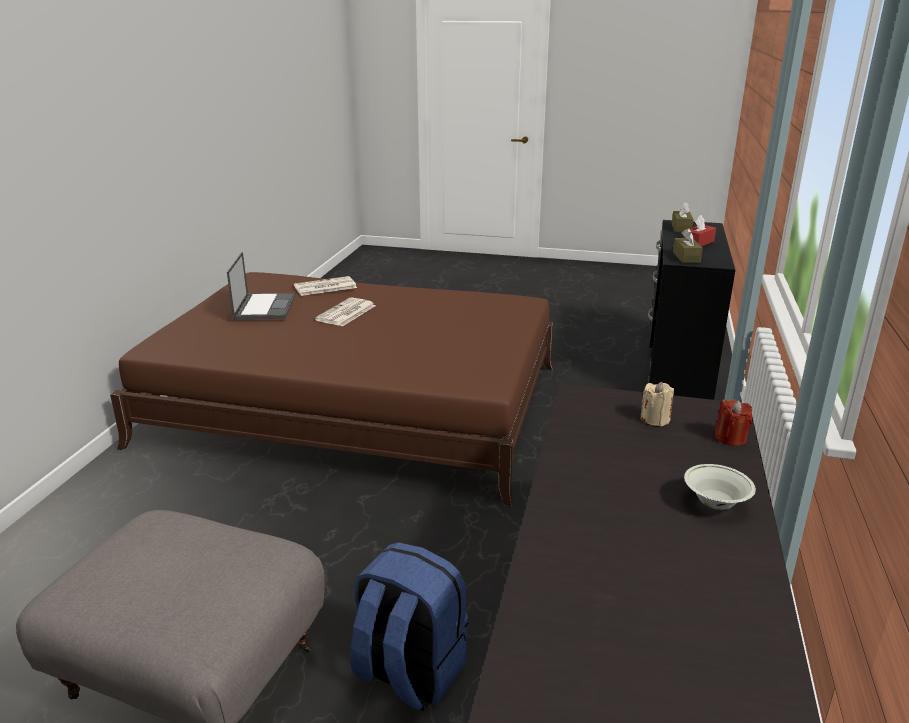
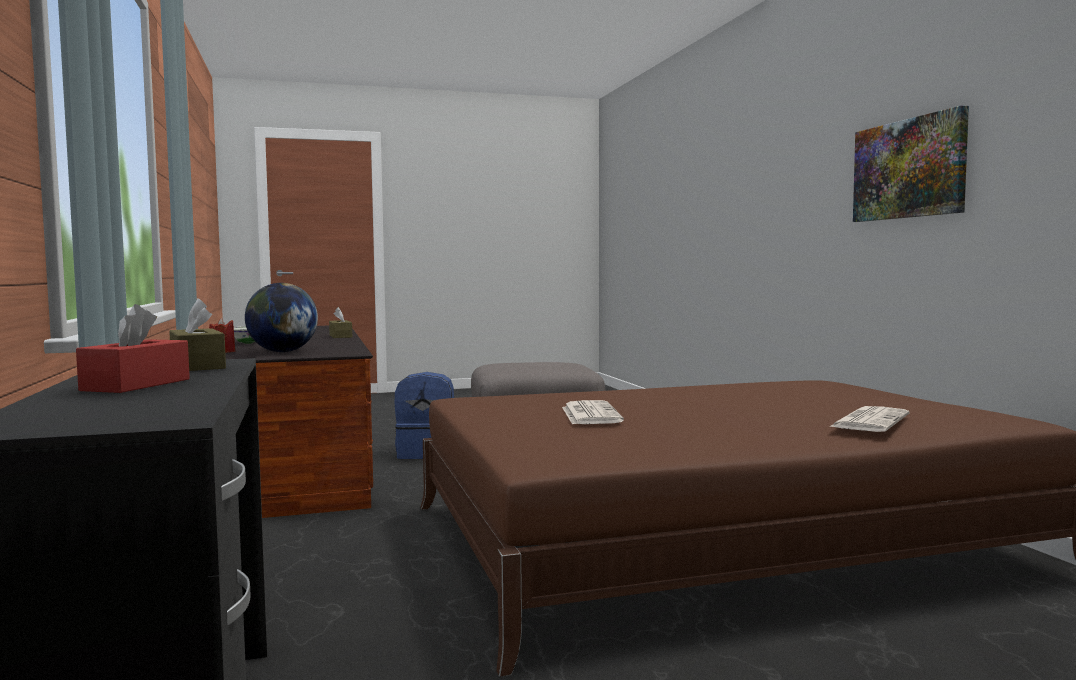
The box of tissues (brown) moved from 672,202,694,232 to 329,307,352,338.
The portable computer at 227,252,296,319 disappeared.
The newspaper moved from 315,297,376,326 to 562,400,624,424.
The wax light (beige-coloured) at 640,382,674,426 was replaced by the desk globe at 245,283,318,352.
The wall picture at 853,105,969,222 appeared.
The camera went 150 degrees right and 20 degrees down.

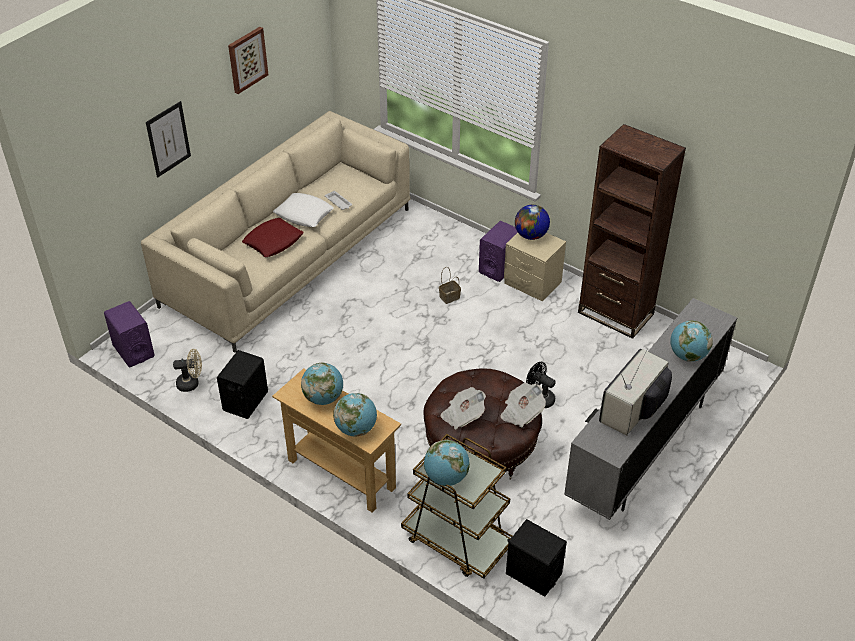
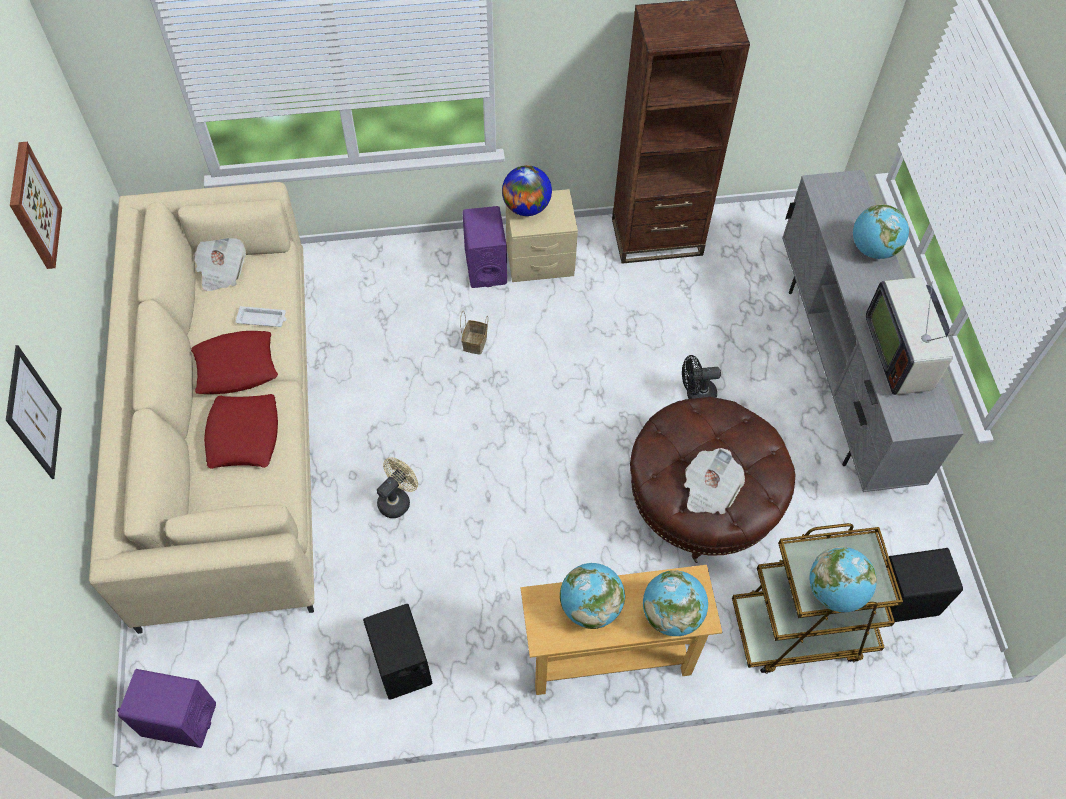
The throw pillow (whitish) at 273,193,334,227 became the throw pillow (red-coloured) at 191,331,278,394.
The electric fan (beige-coloured) moved from 173,349,202,392 to 377,457,418,518.
The newspaper moved from 500,383,546,427 to 194,238,246,291.
The camera went 45 degrees left and 15 degrees up.

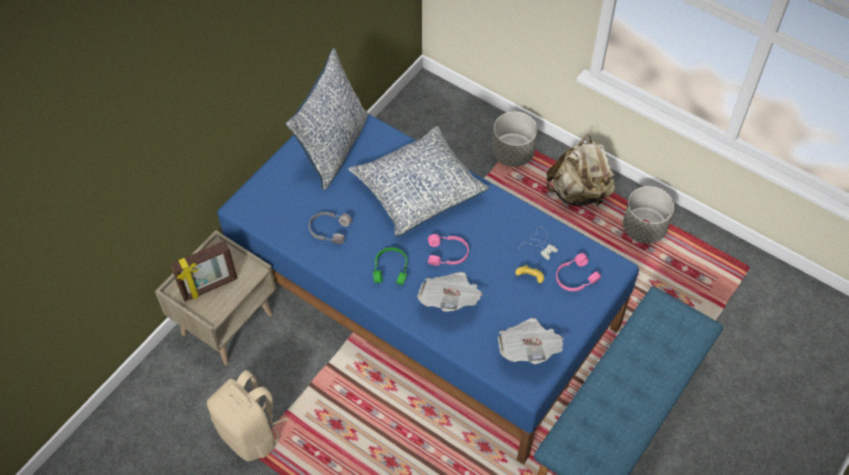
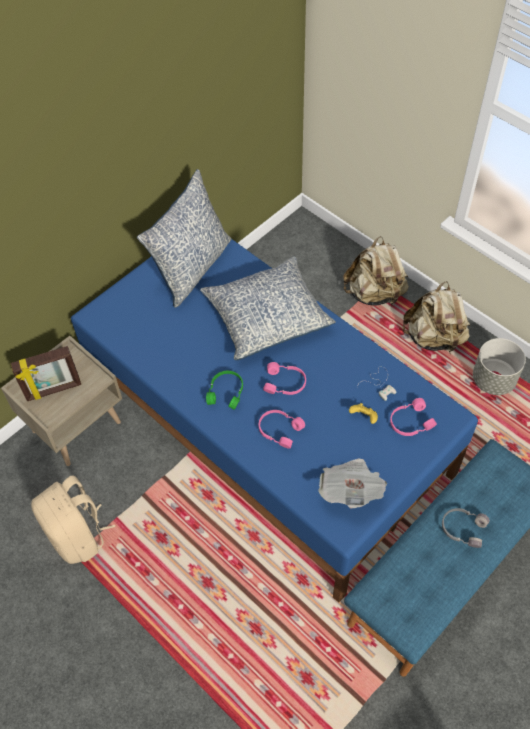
The planter (gray) at 492,112,537,167 was replaced by the backpack (beige-coloured) at 343,236,409,306.
The headphones (gray) moved from 309,212,352,244 to 442,508,490,548.
The newspaper at 417,272,483,312 was replaced by the headphones (pinkish) at 259,410,305,449.
The camera went 10 degrees right and 0 degrees up.

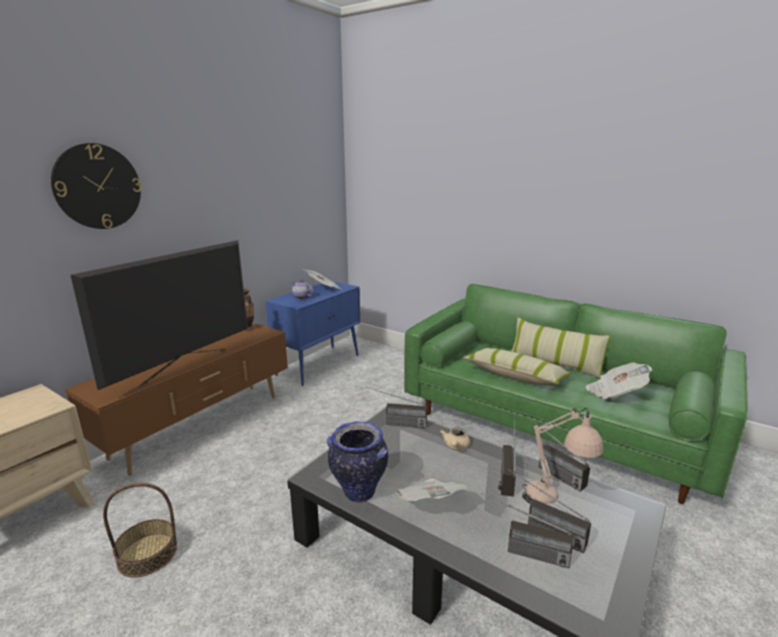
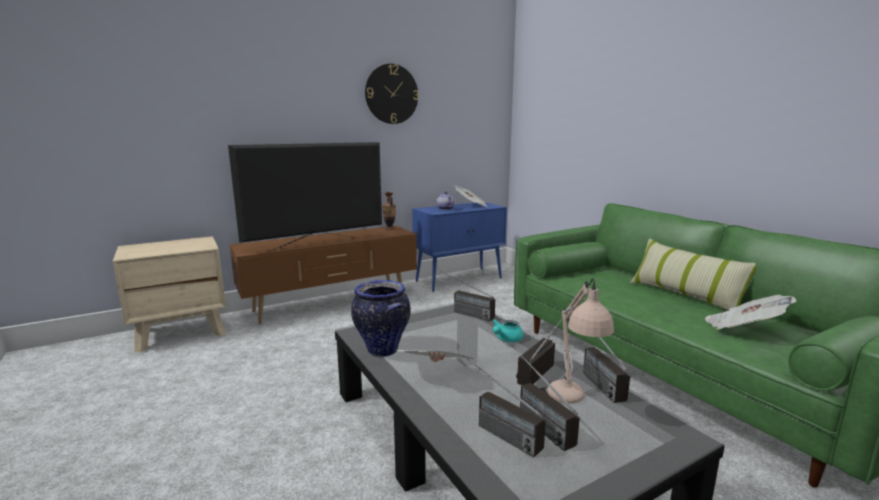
The clock on the wall moved from 51,143,141,229 to 365,64,419,124.
The throw pillow at 463,348,571,386 disappeared.
The tea pot (beige-coloured) at 440,427,470,450 became the tea pot (turquoise-coloured) at 493,319,524,342.
The household basket at 103,483,177,577 disappeared.
The camera went 25 degrees right and 5 degrees down.

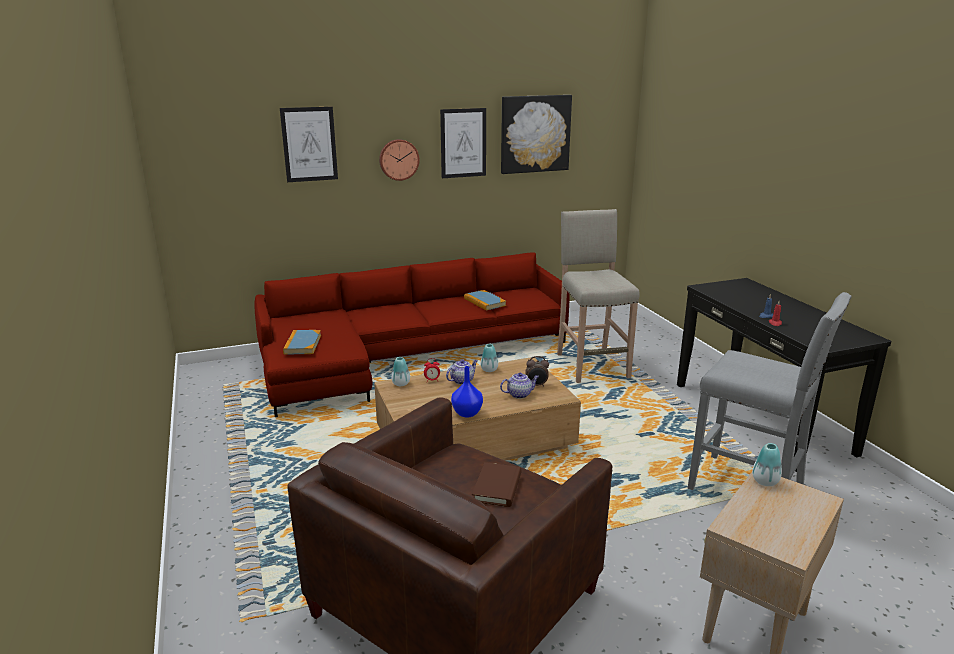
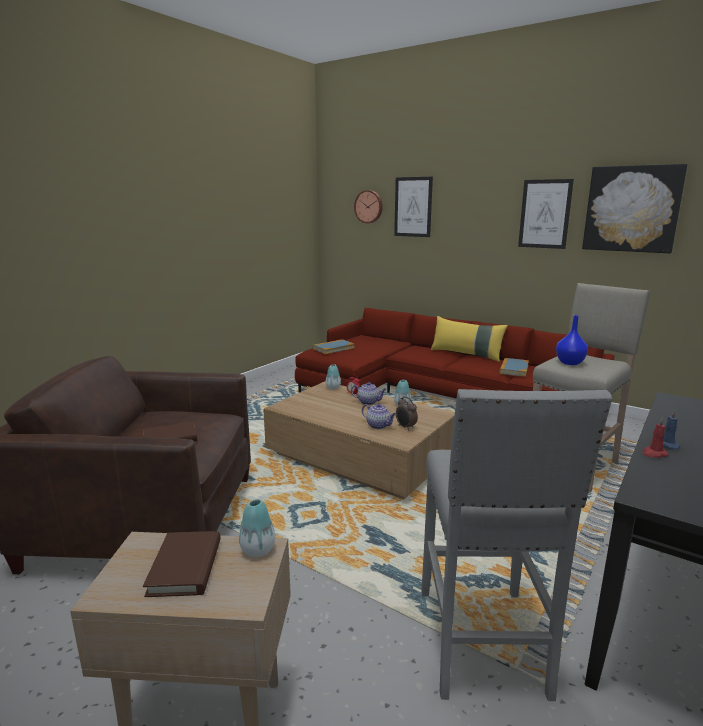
The clock on the wall moved from 379,139,419,181 to 354,190,383,223.
The flower vase (blue-coloured) moved from 451,366,483,417 to 556,315,588,365.
The throw pillow (yellow-coloured) at 431,316,508,362 appeared.
The volume (brown) at 143,531,221,597 appeared.
The camera went 55 degrees right and 5 degrees down.

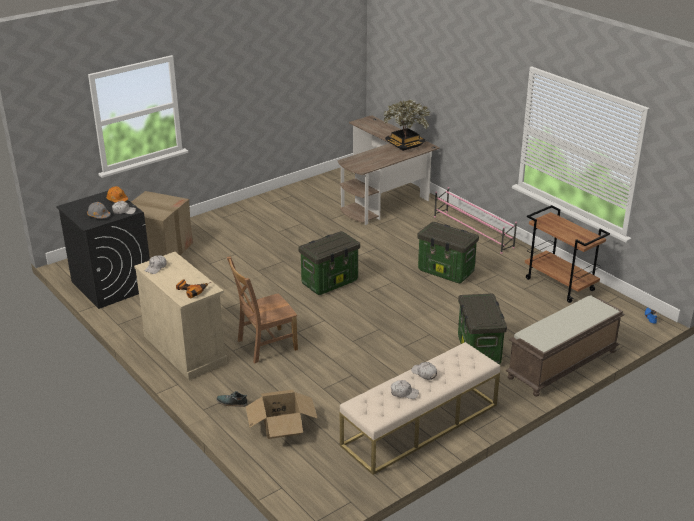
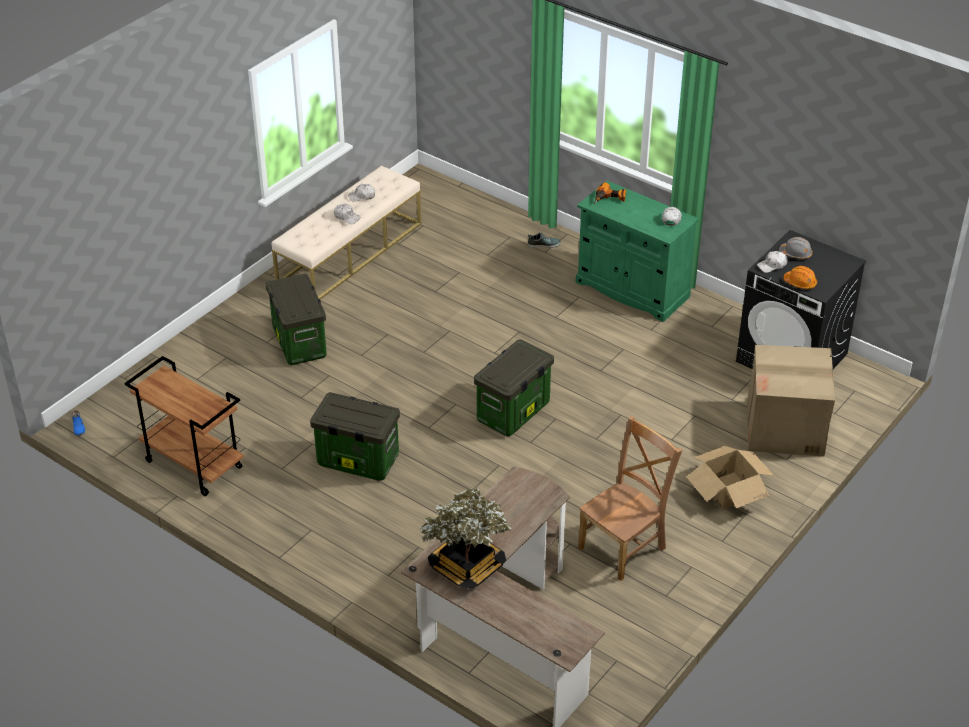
The shoe shelf (pinkish) at 434,187,517,254 disappeared.
The cabinet (beige-coloured) at 134,252,227,380 became the cabinet (green-coloured) at 576,181,699,322.
The chair (brown) moved from 227,256,298,363 to 578,416,682,581.
The bench (brown) at 506,295,625,397 disappeared.
The cardboard box moved from 246,390,318,439 to 686,446,774,510.
The camera went 165 degrees right and 10 degrees up.

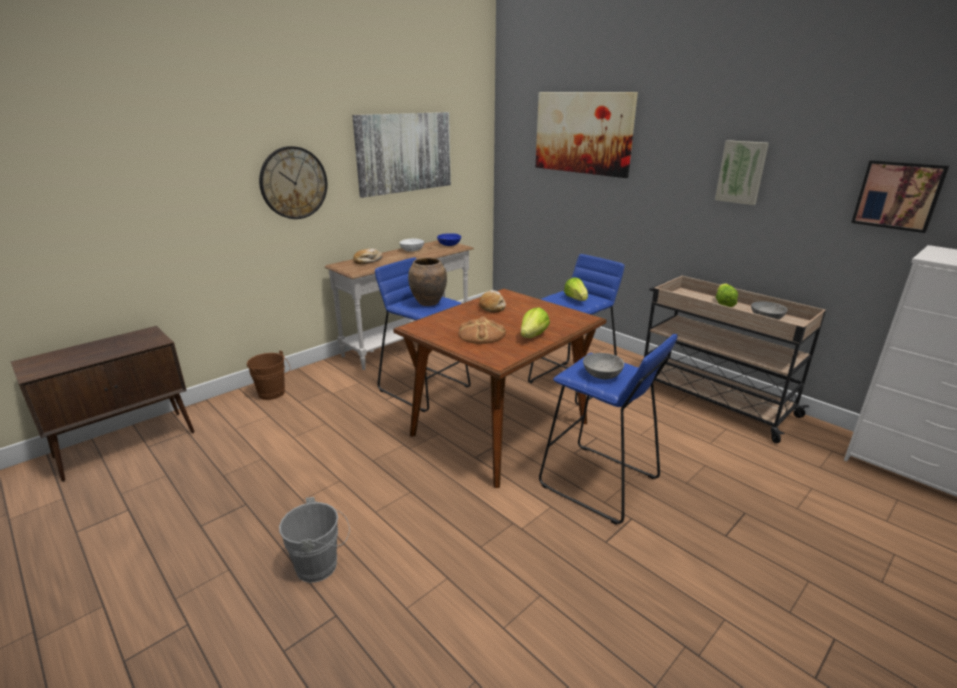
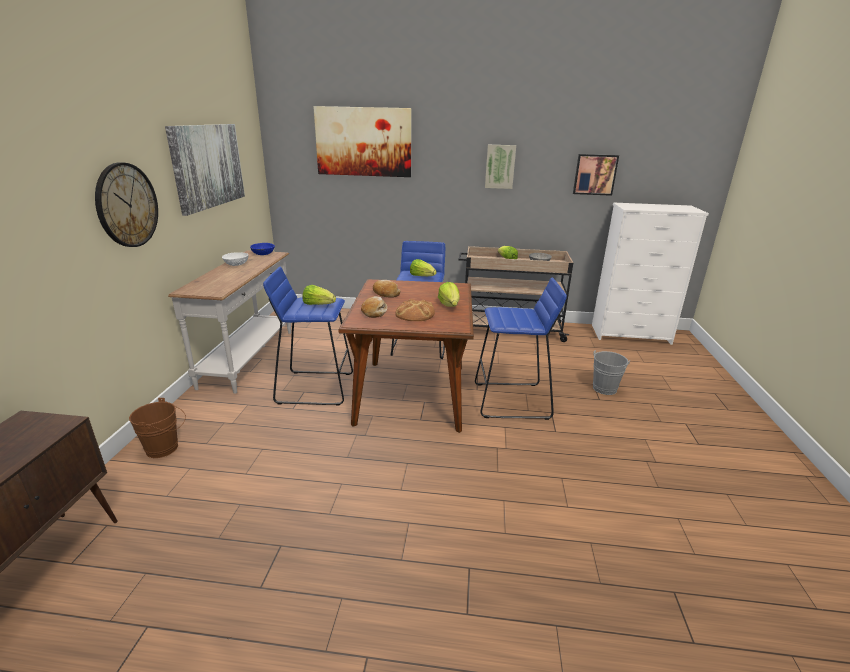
The bread moved from 353,249,383,264 to 361,296,387,318.
The flower vase (brown) at 408,258,447,306 was replaced by the lettuce at 302,285,336,305.
The deep dish (gray) at 583,353,624,379 disappeared.
The bucket (gray) moved from 279,497,350,583 to 593,350,630,395.
The camera went 40 degrees left and 0 degrees up.

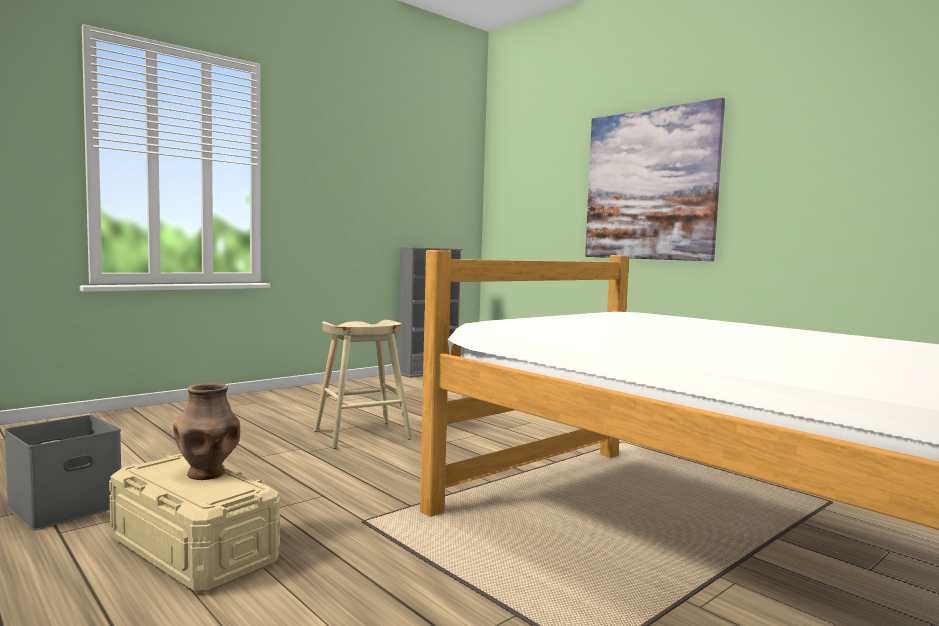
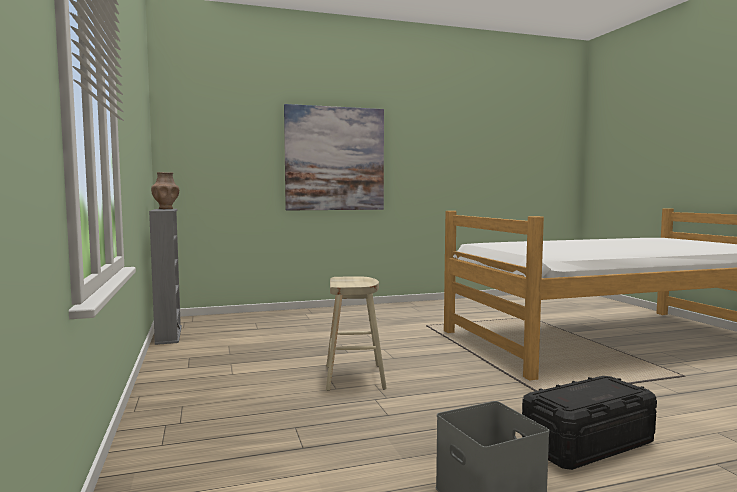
The flower vase (brown) moved from 173,383,240,480 to 151,172,179,209.
The storage bin (beige-coloured) at 109,454,280,592 became the storage bin (black-coloured) at 522,376,657,470.
The camera went 65 degrees left and 0 degrees up.

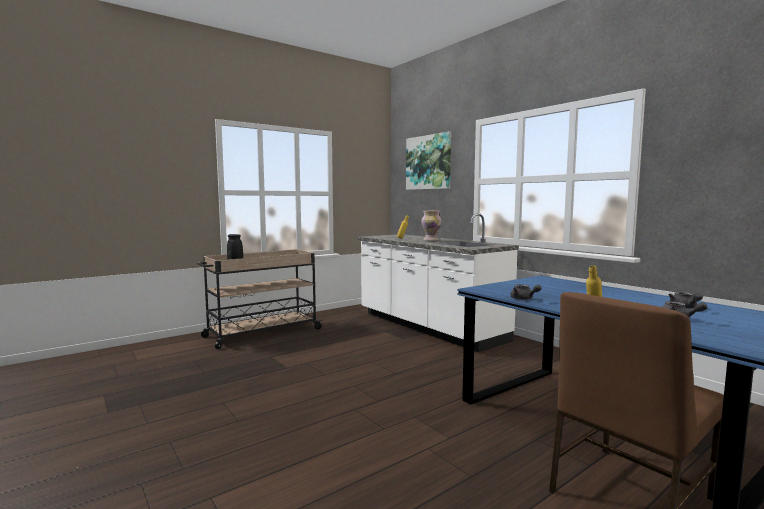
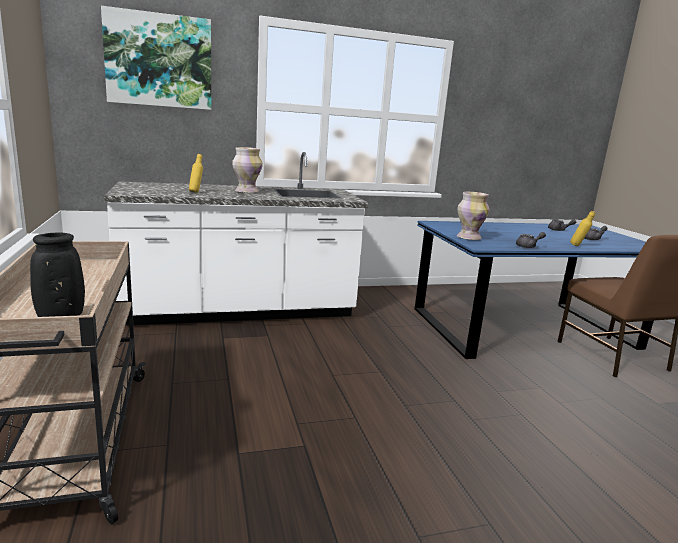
The flower vase at 457,192,489,240 appeared.
The camera went 70 degrees left and 10 degrees up.

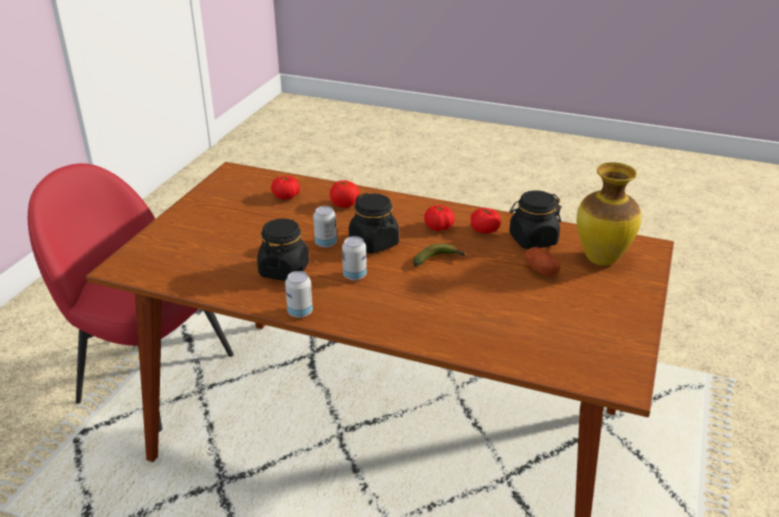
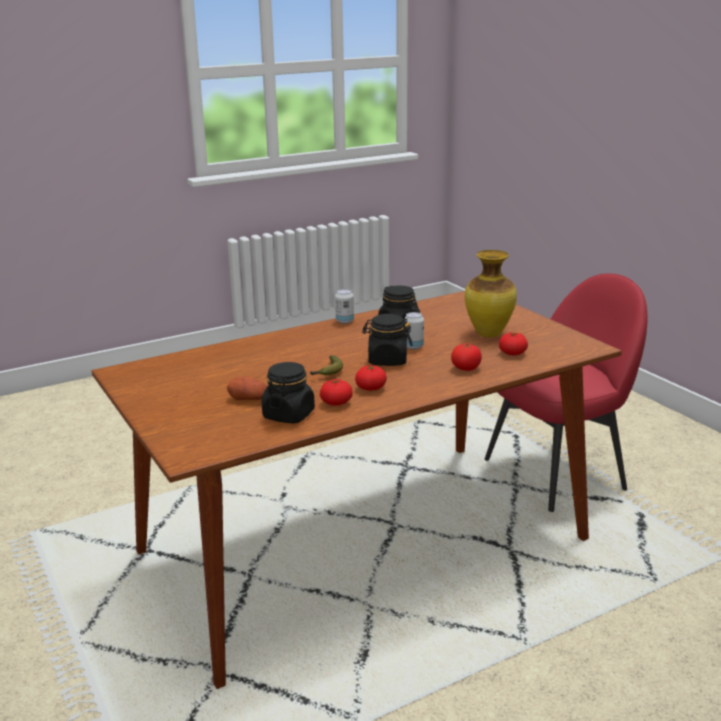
The flower vase moved from 576,163,641,266 to 465,250,517,338.
The sealed can at 342,236,367,281 disappeared.
The camera went 130 degrees right and 10 degrees down.

